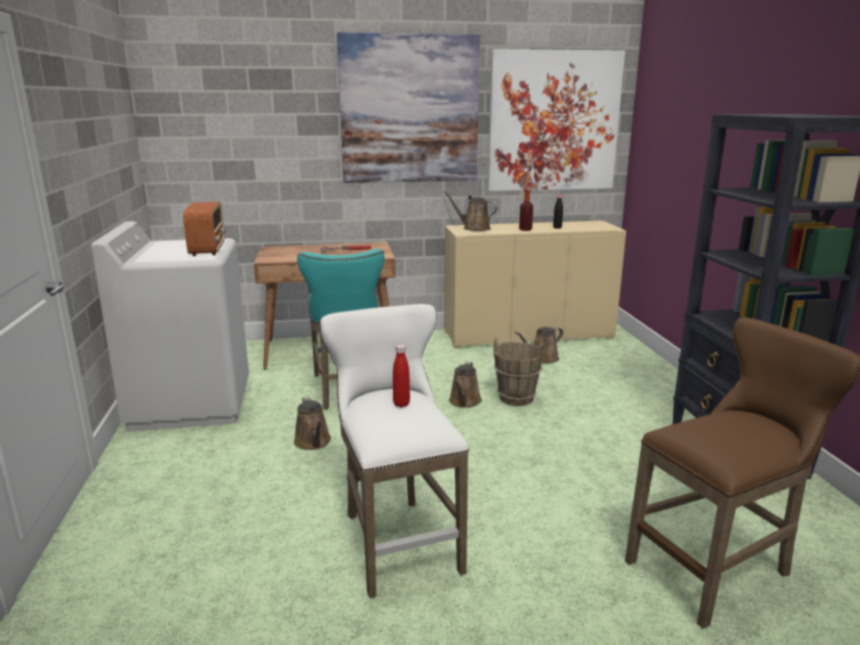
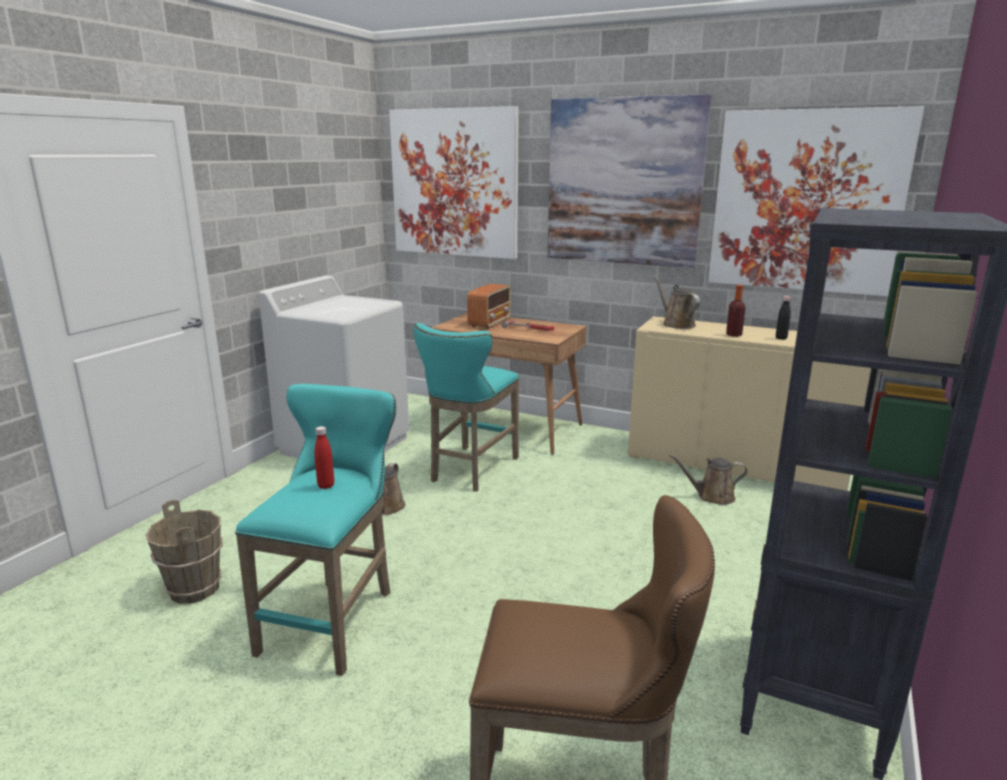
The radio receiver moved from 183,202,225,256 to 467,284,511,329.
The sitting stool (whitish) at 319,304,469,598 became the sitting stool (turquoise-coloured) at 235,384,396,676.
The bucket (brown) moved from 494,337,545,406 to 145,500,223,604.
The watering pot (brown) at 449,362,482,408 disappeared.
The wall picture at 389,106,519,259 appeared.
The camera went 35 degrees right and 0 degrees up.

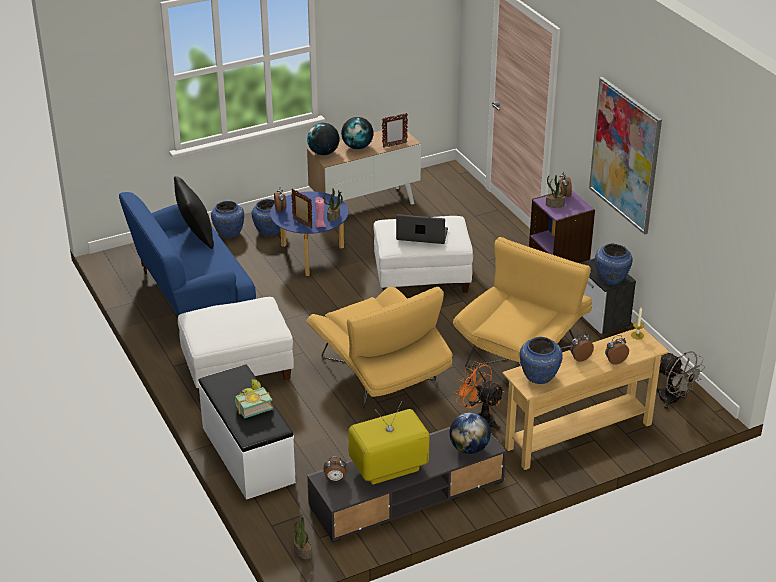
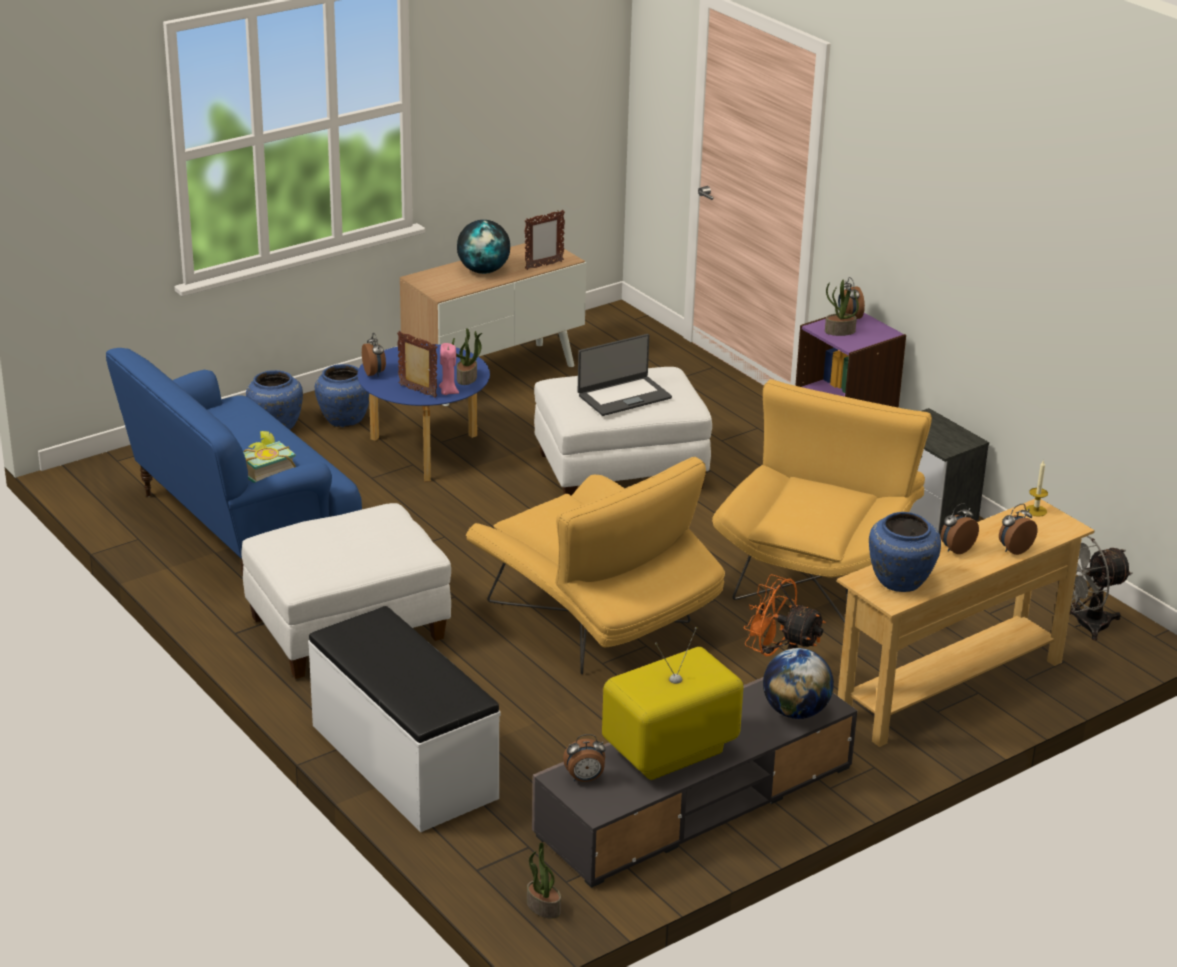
The wall picture at 589,77,662,235 disappeared.
The desk globe at 307,123,340,155 disappeared.
The throw pillow (black-coloured) at 174,176,214,249 disappeared.
The portable computer at 396,214,448,244 turned 150 degrees clockwise.
The flower vase (blue-coloured) at 595,244,633,285 disappeared.
The electric fan (gray) at 656,351,705,410 turned 120 degrees clockwise.
The volume moved from 234,379,273,419 to 243,431,296,483.
The camera went 10 degrees left and 5 degrees down.

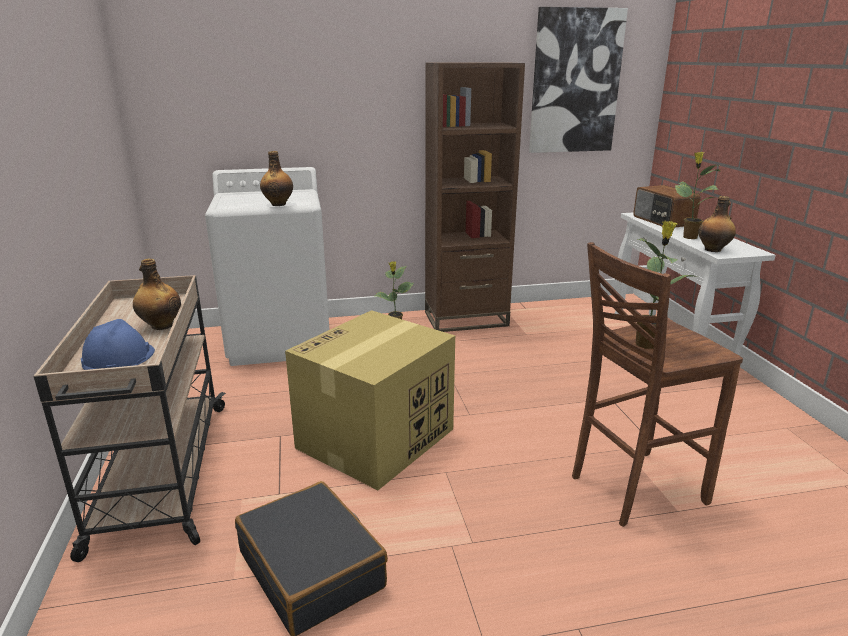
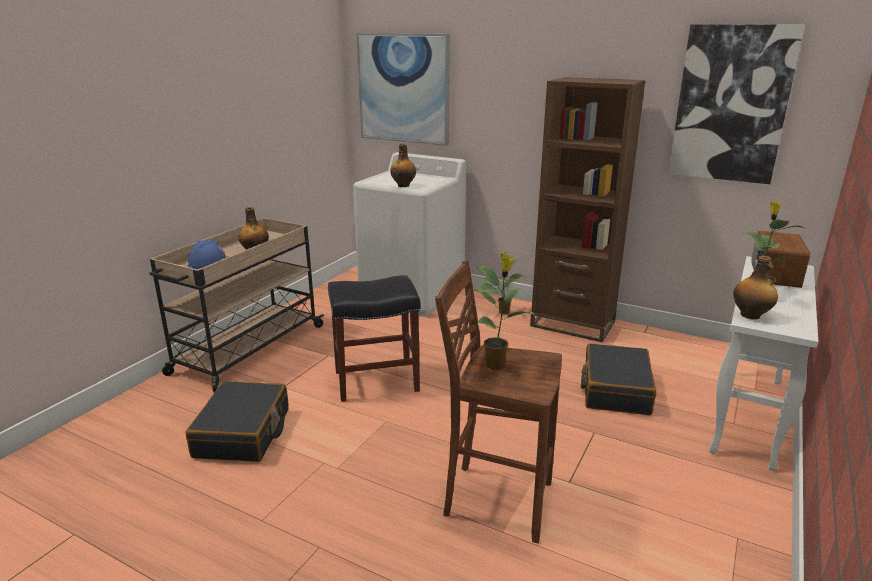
The cardboard box at 285,310,455,490 was replaced by the sitting stool (black-coloured) at 328,275,420,402.
The wall picture at 356,33,450,146 appeared.
The piece of luggage (black-coloured) at 581,343,656,415 appeared.
The camera went 40 degrees right and 0 degrees up.

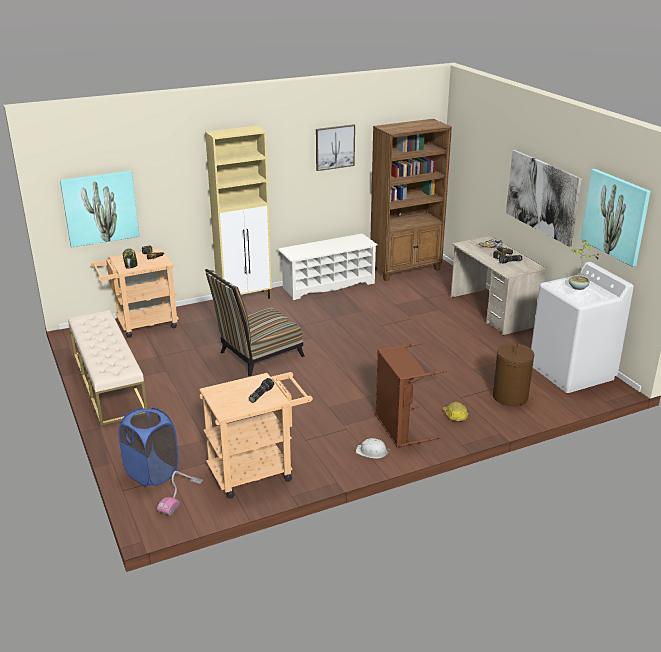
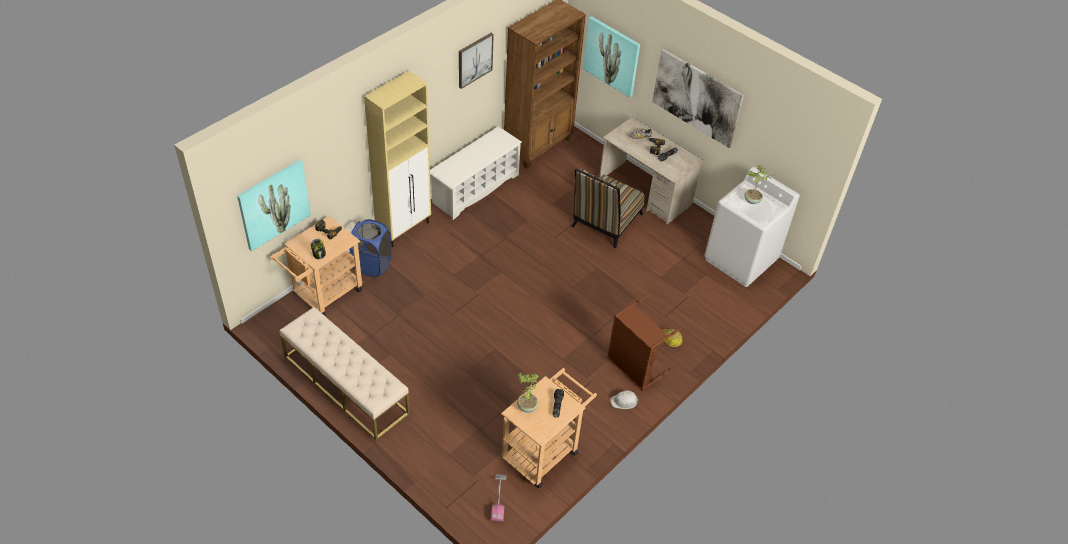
The wall picture moved from 581,169,651,267 to 583,16,640,97.
The chair moved from 205,269,305,376 to 572,168,645,248.
The laundry basket (brown) at 493,343,534,406 disappeared.
The laundry basket (blue-coloured) moved from 119,408,179,486 to 350,219,392,277.
The houseplant at 517,372,539,413 appeared.
The camera went 25 degrees left and 20 degrees up.

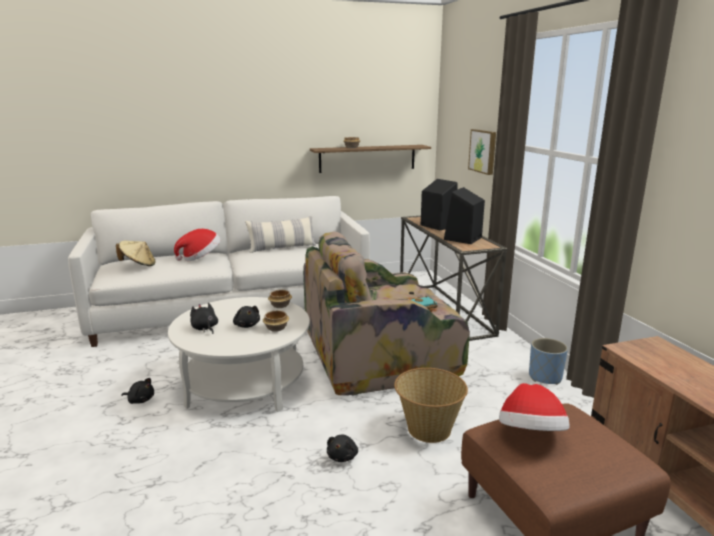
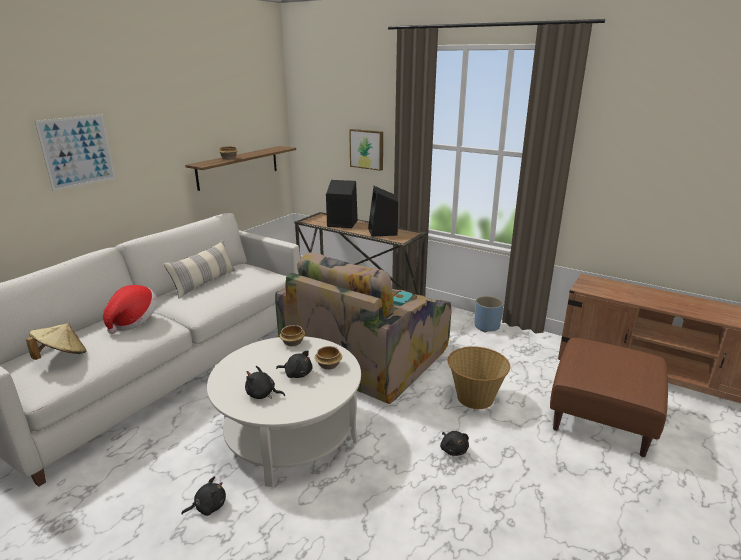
The clothing hat at 499,383,570,431 disappeared.
The wall picture at 35,115,116,191 appeared.
The camera went 40 degrees left and 5 degrees up.

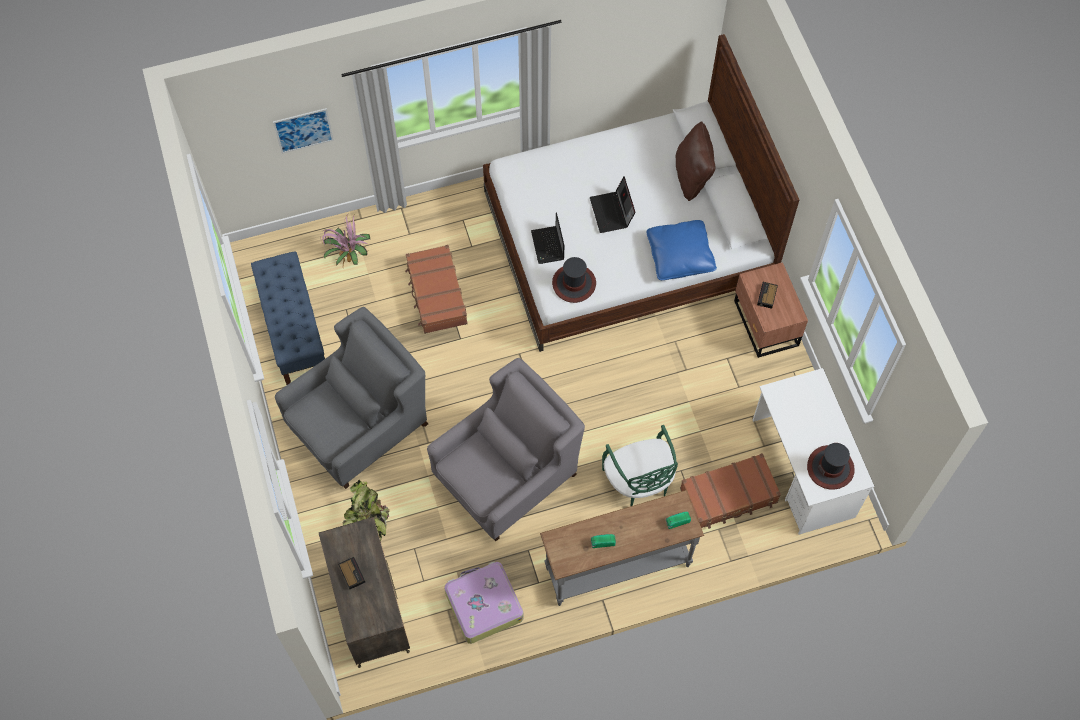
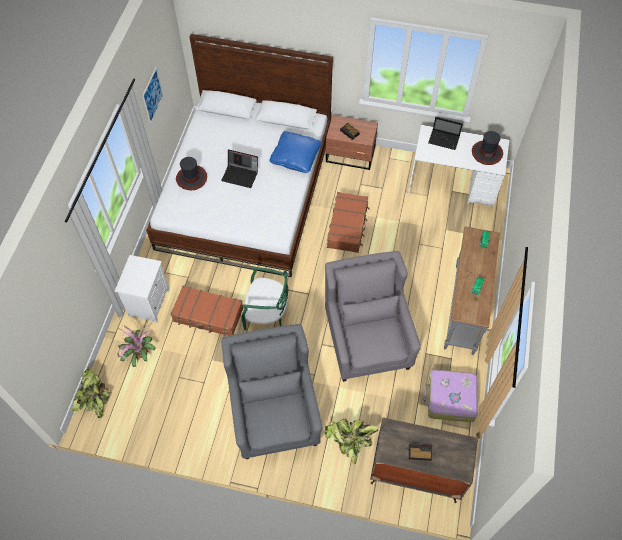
The wall picture moved from 273,108,334,154 to 142,67,163,124.
The throw pillow (brown) at 675,121,716,201 disappeared.
The portable computer moved from 531,213,564,264 to 428,117,463,150.
The bench (blue-coloured) at 251,251,325,385 disappeared.
The clothing hat moved from 552,257,596,303 to 176,157,207,190.
The chair (green-coloured) moved from 602,425,678,506 to 241,266,288,330.
The piece of luggage (brown) moved from 680,453,781,529 to 327,192,369,253.
The night table (whitish) at 115,255,170,323 appeared.
The houseplant at 71,368,111,418 appeared.
The camera went 60 degrees left and 5 degrees down.

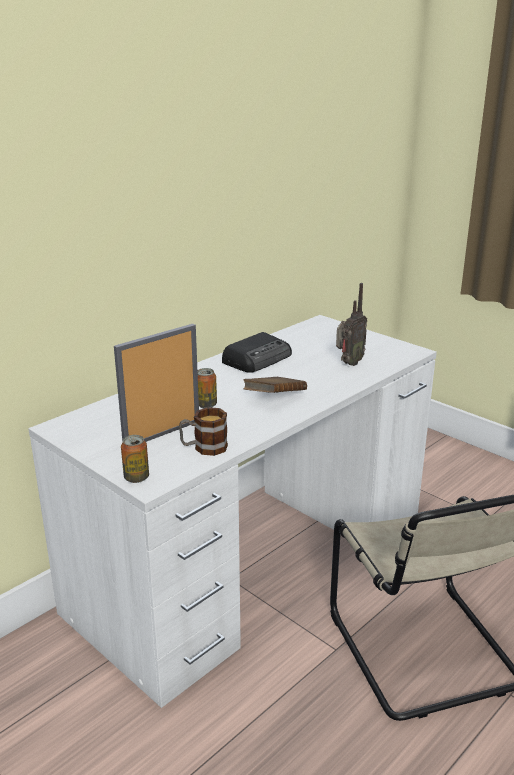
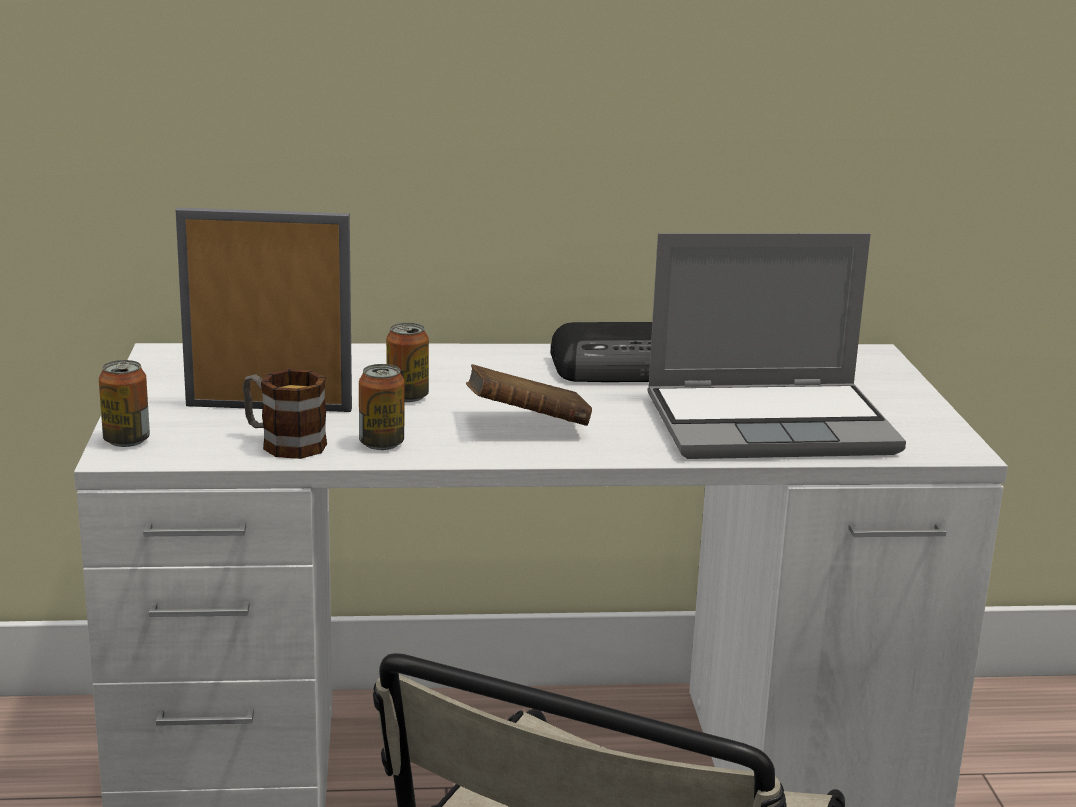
The radio receiver at 336,283,367,366 was replaced by the portable computer at 647,233,906,459.
The sealed can at 359,364,405,450 appeared.
The camera went 40 degrees right and 5 degrees down.

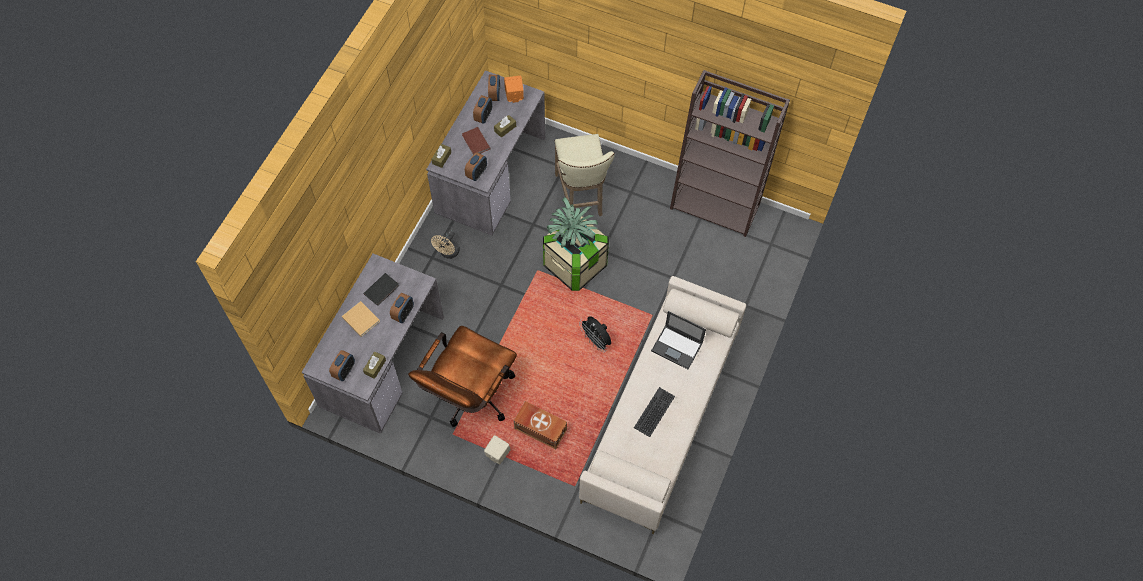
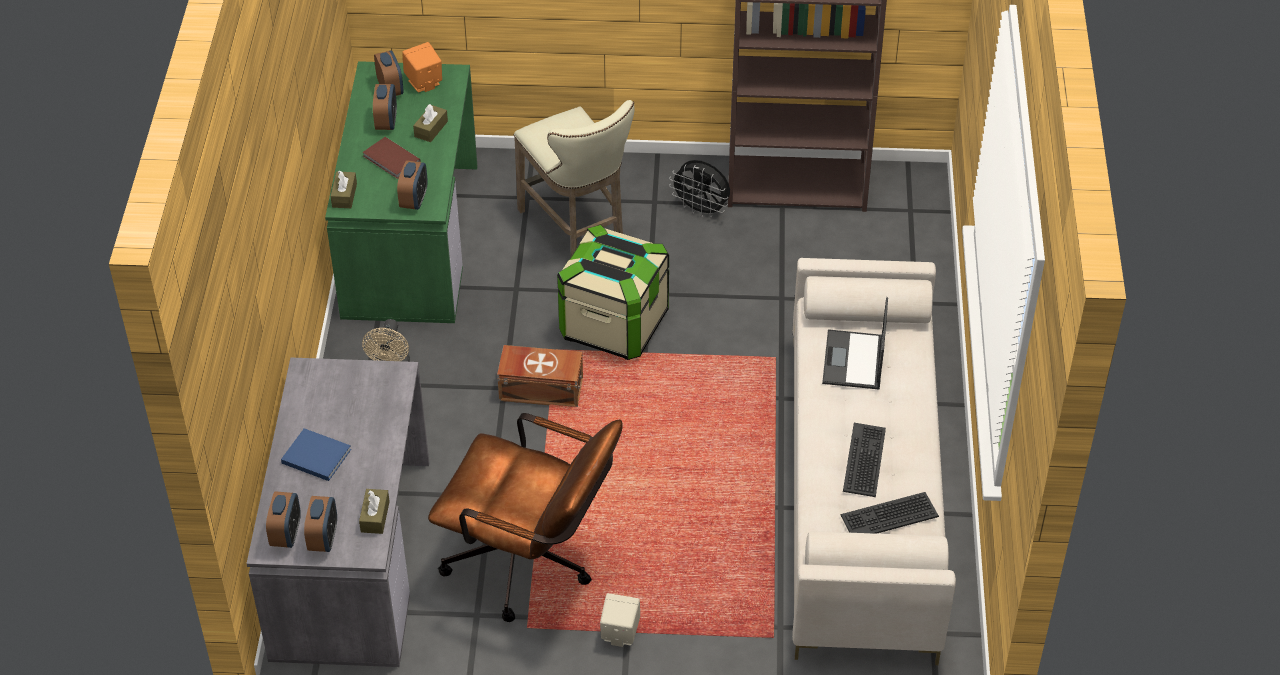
The desk table (gray) at 426,70,545,235 became the desk table (green-coloured) at 325,61,478,323.
The houseplant at 547,198,598,248 disappeared.
The volume (black-coloured) at 363,273,399,306 disappeared.
The bedside clock moved from 390,293,414,323 to 266,491,301,548.
The volume (beige-coloured) at 342,301,380,337 became the volume (blue-coloured) at 281,428,351,481.
The portable computer at 651,311,706,369 turned 90 degrees clockwise.
The electric fan (black-coloured) moved from 579,316,611,352 to 669,160,730,218.
The desk chair (brown) at 408,326,517,427 turned 75 degrees counterclockwise.
The storage bin (brown) moved from 514,401,567,450 to 497,345,583,407.
The PC keyboard at 841,492,939,534 appeared.
The camera went 20 degrees left and 15 degrees down.

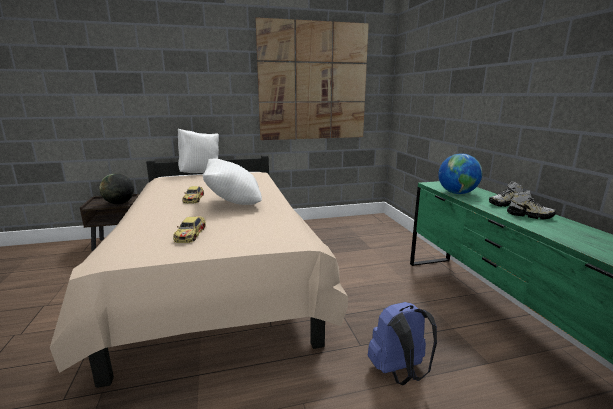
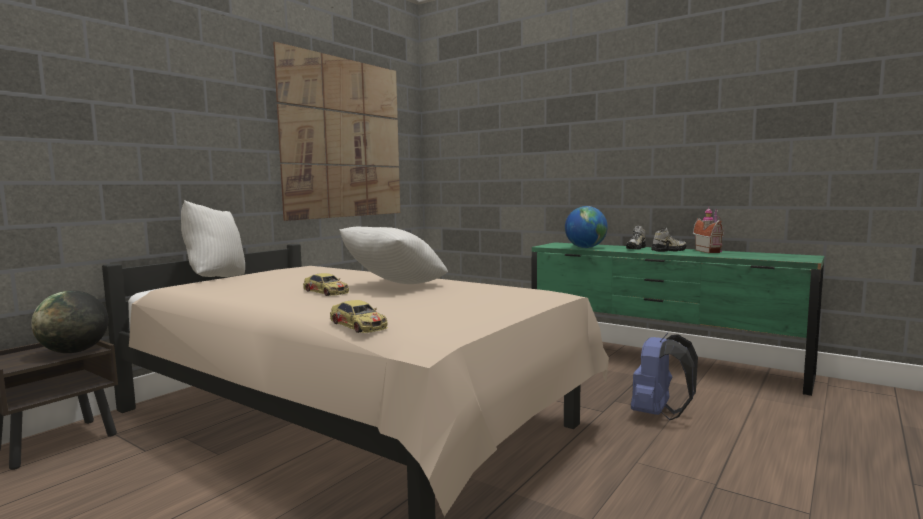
The miniature car moved from 173,216,206,243 to 330,300,388,333.
The model house at 693,208,724,253 appeared.
The camera went 40 degrees left and 10 degrees down.

